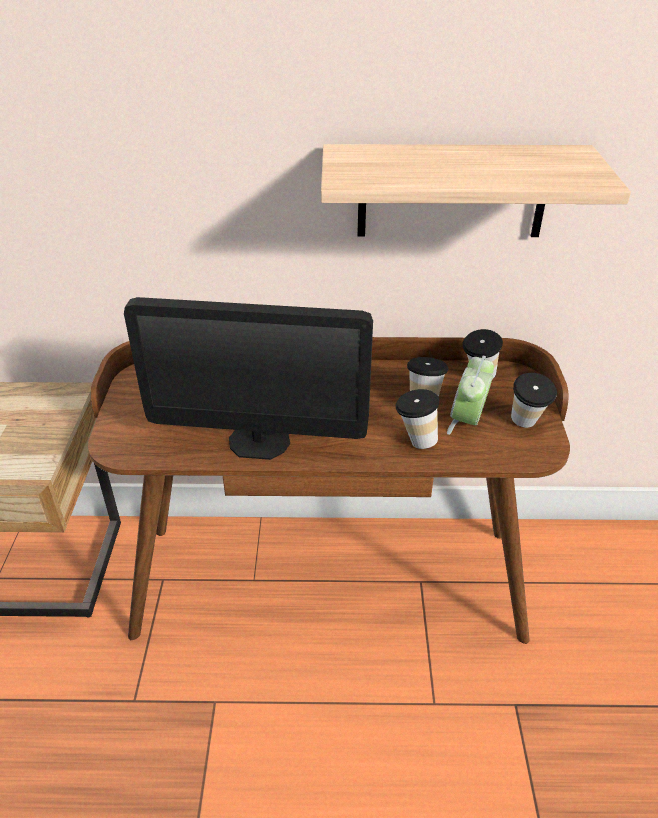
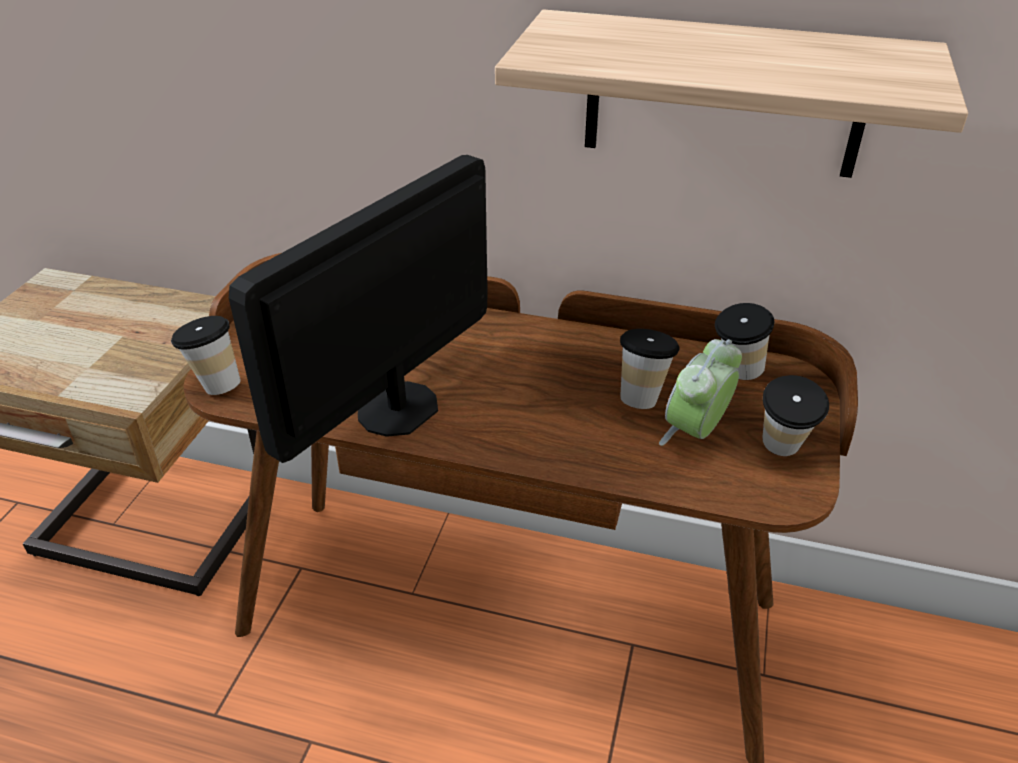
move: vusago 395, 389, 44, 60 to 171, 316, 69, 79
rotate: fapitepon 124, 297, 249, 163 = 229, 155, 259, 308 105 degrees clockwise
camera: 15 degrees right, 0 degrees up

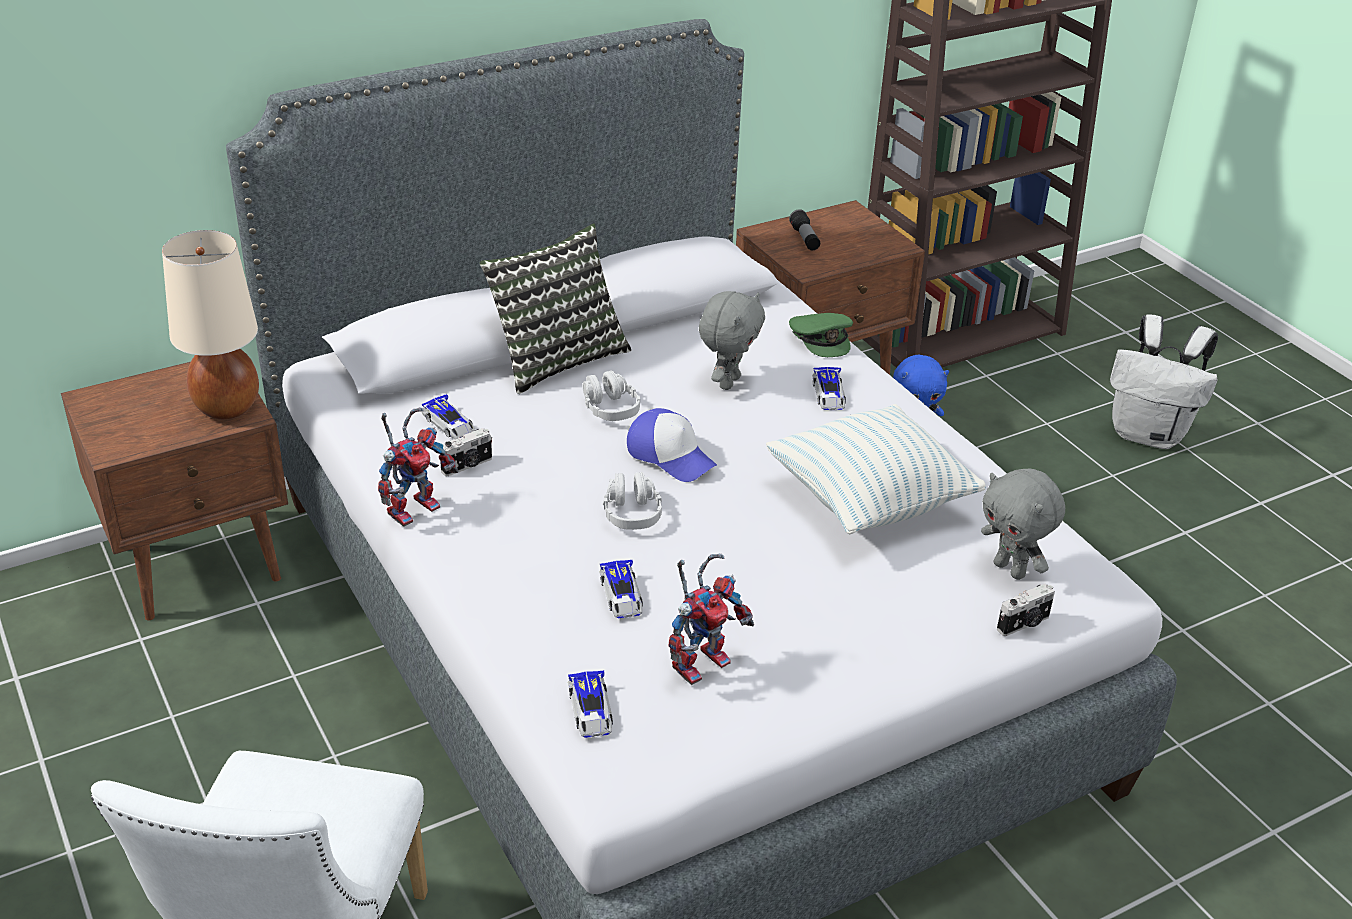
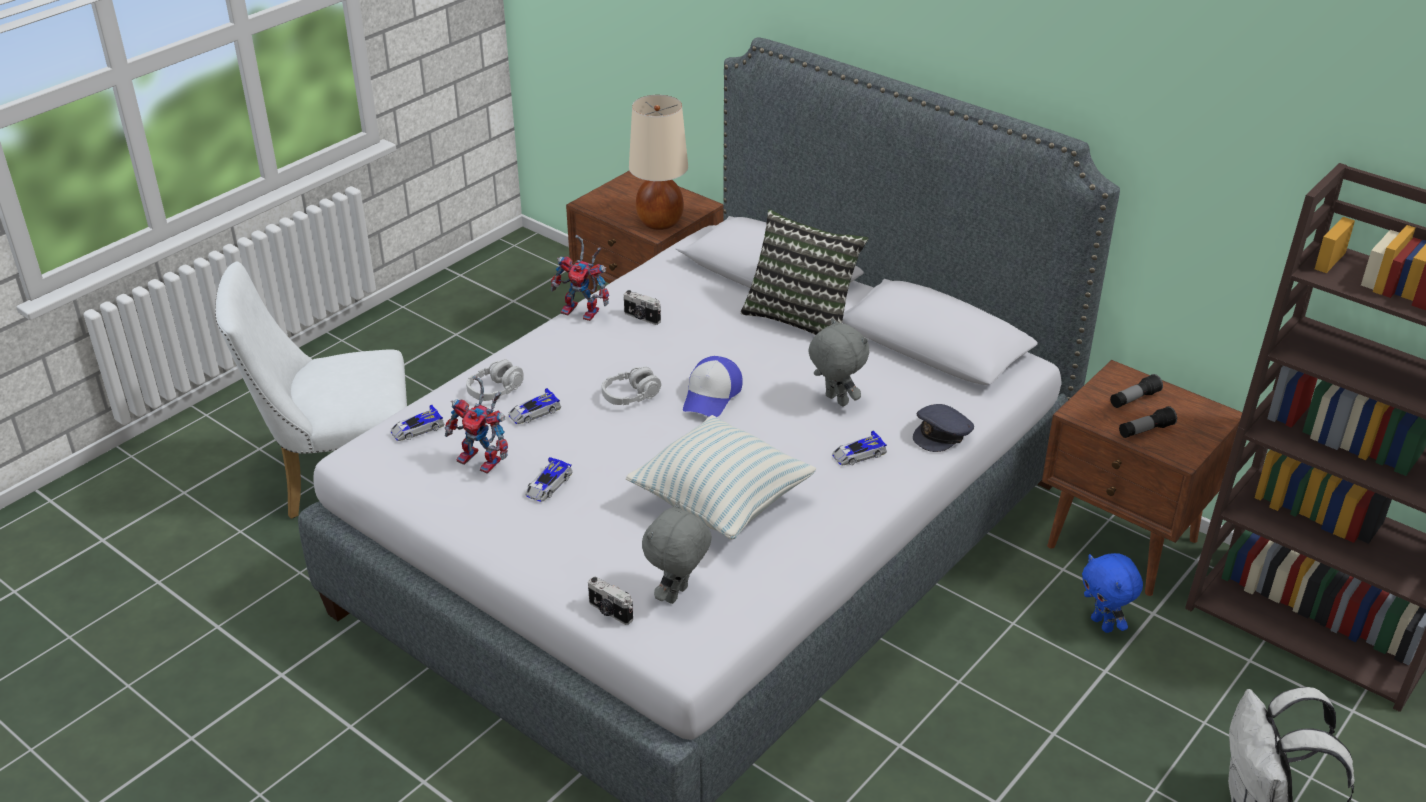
insert: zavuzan 1119, 406, 58, 32
move: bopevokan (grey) 582, 370, 58, 51 to 466, 359, 58, 42; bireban 422, 394, 53, 45 to 525, 457, 48, 45
recolor: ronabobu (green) 789, 313, 64, 44 to ronabobu (grey) 913, 404, 61, 48
rotate: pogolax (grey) 699, 291, 66, 99 = 809, 318, 60, 88 135 degrees counterclockwise
camera: 70 degrees right, 0 degrees up

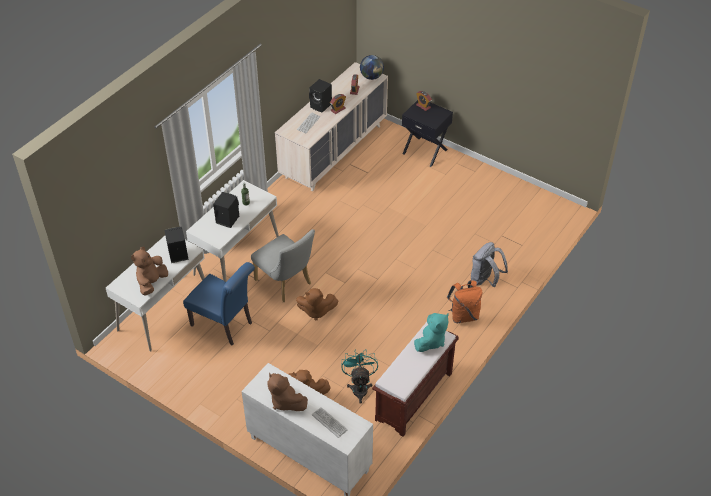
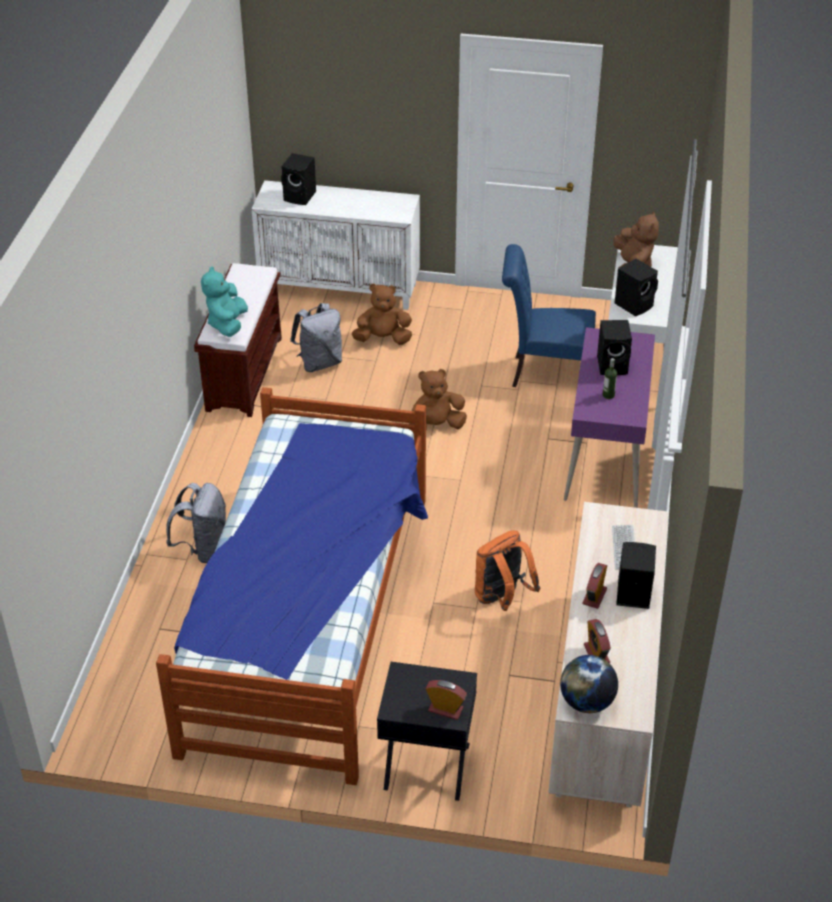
delete: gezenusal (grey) 251, 229, 64, 73; pogolax (brown) 267, 373, 41, 38
insert: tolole 156, 387, 272, 398
move: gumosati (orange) 447, 280, 35, 43 to 475, 530, 65, 81
replace: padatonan 312, 407, 36, 31 to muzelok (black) 281, 153, 35, 52; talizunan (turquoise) 341, 349, 37, 55 to gumosati (grey) 290, 303, 52, 69
recolor: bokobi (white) 186, 180, 93, 102 to bokobi (purple) 564, 327, 91, 181
camera: 155 degrees right, 5 degrees down

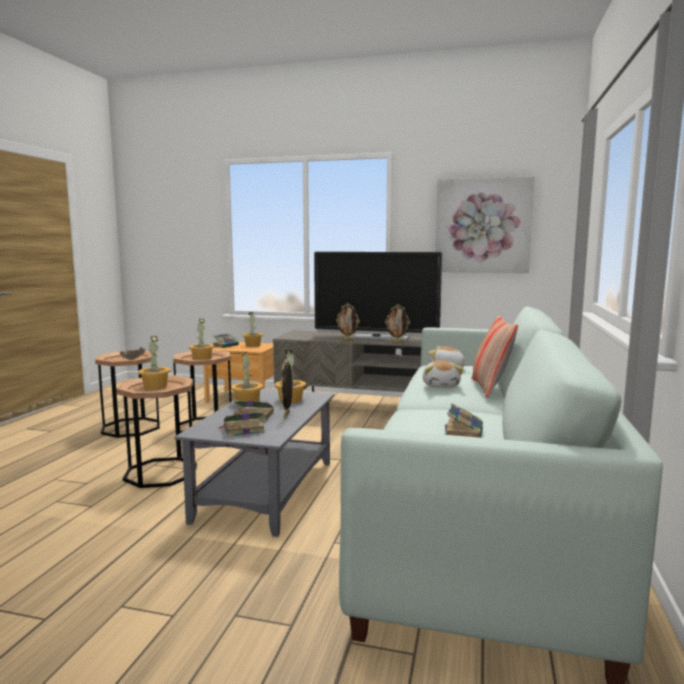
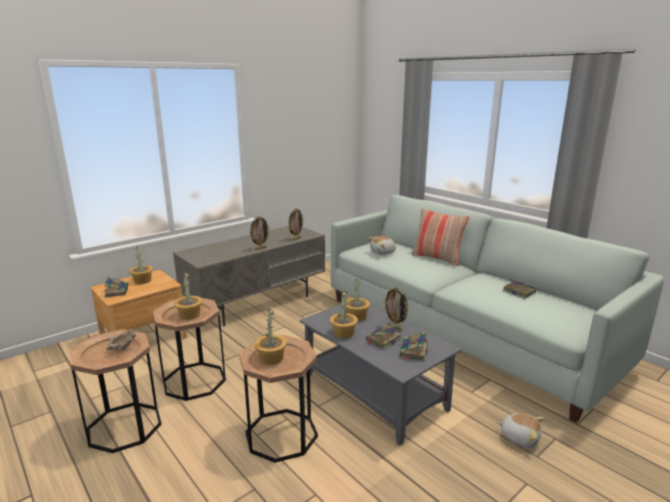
delete: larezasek 314, 252, 128, 89; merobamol 435, 176, 100, 97
move: pogolax 422, 361, 41, 27 to 497, 413, 48, 35
camera: 55 degrees left, 10 degrees up

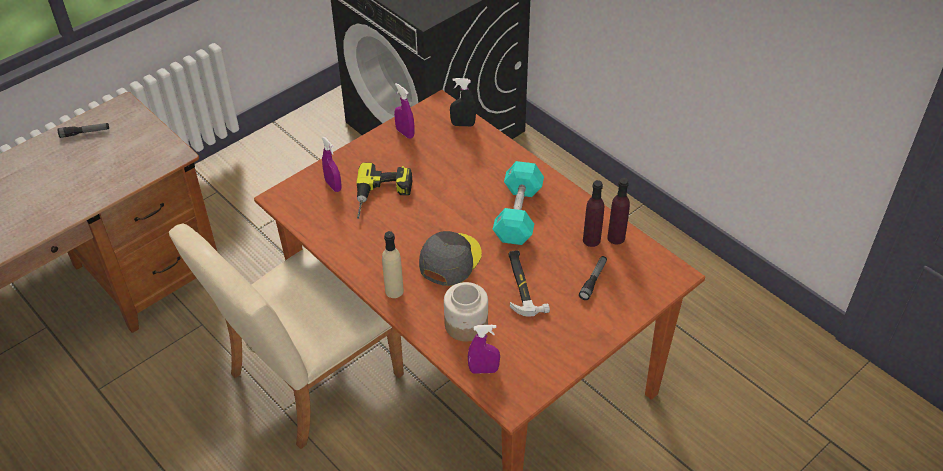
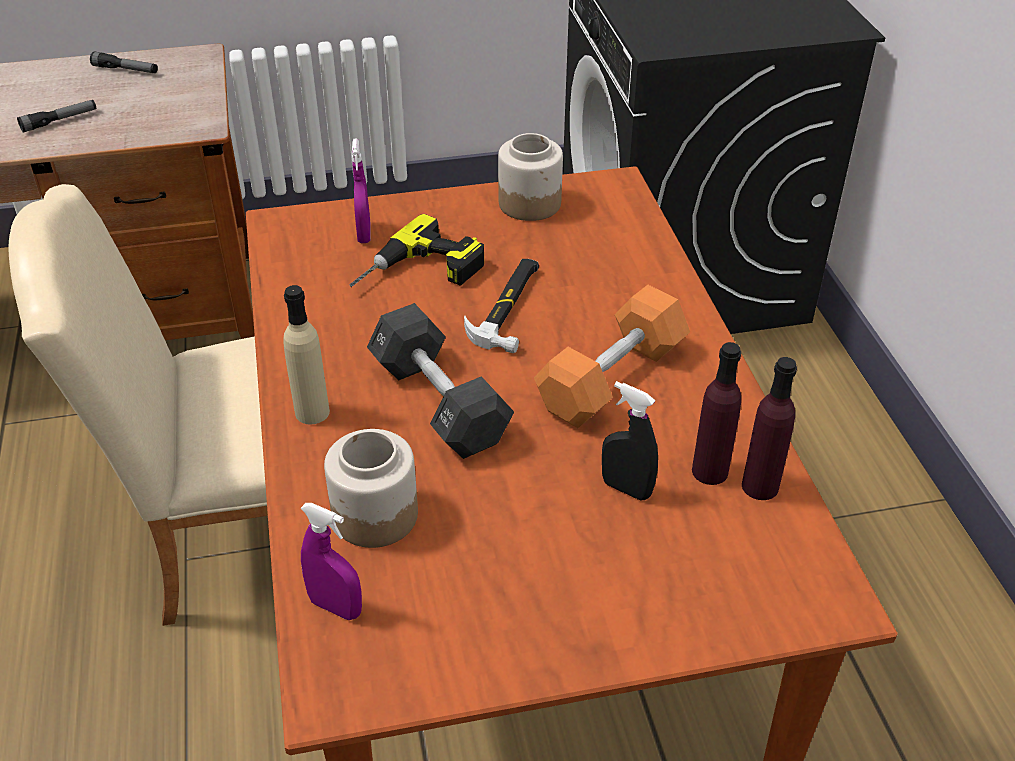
move: zavuzan 579, 256, 28, 44 to 17, 100, 79, 32; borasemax 509, 250, 41, 67 to 464, 259, 75, 94; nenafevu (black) 450, 78, 26, 48 to 602, 381, 56, 120
replace: ronabobu (grey) 419, 231, 63, 55 to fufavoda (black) 367, 303, 147, 156; nenafevu (purple) 394, 83, 21, 56 to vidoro 498, 133, 65, 88
recolor: fufavoda (turquoise) 493, 161, 51, 84 to fufavoda (orange) 534, 285, 156, 143
camera: 30 degrees right, 5 degrees down

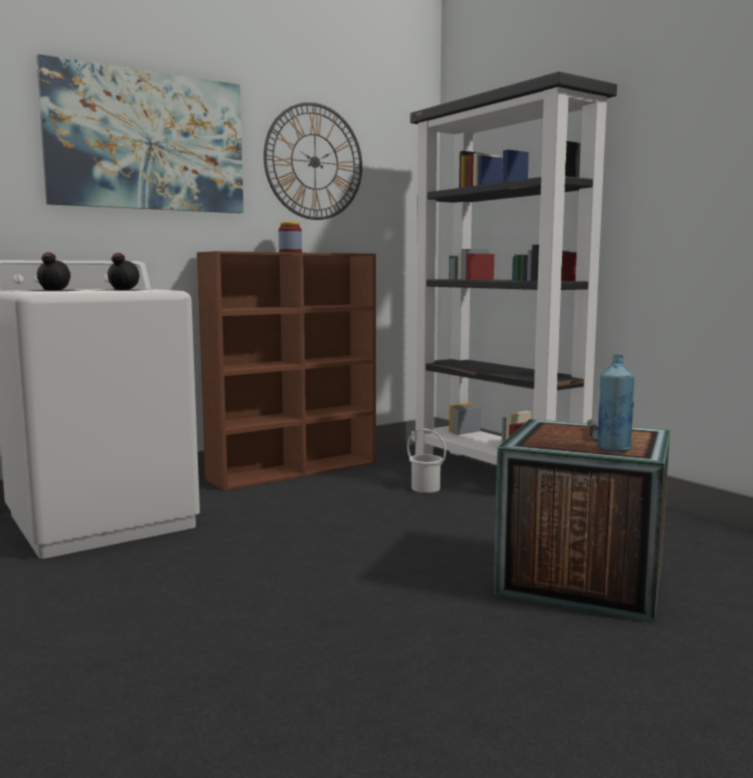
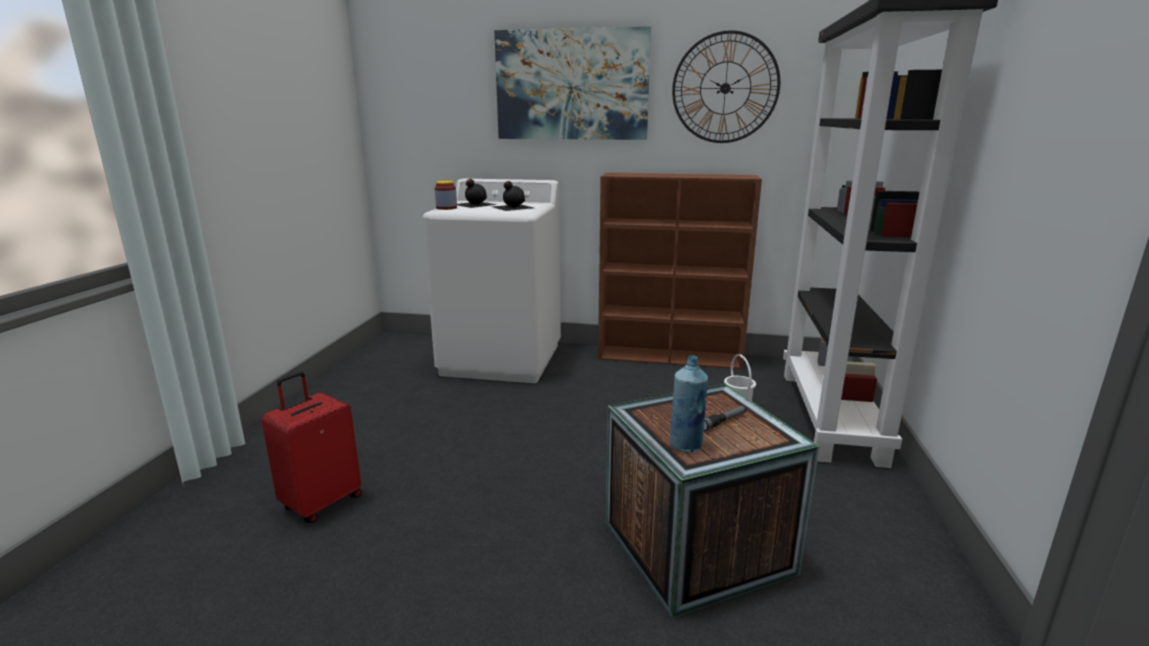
insert: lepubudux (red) 261, 371, 101, 152
move: vidoro 279, 222, 23, 31 to 435, 180, 22, 30
camera: 45 degrees right, 10 degrees up

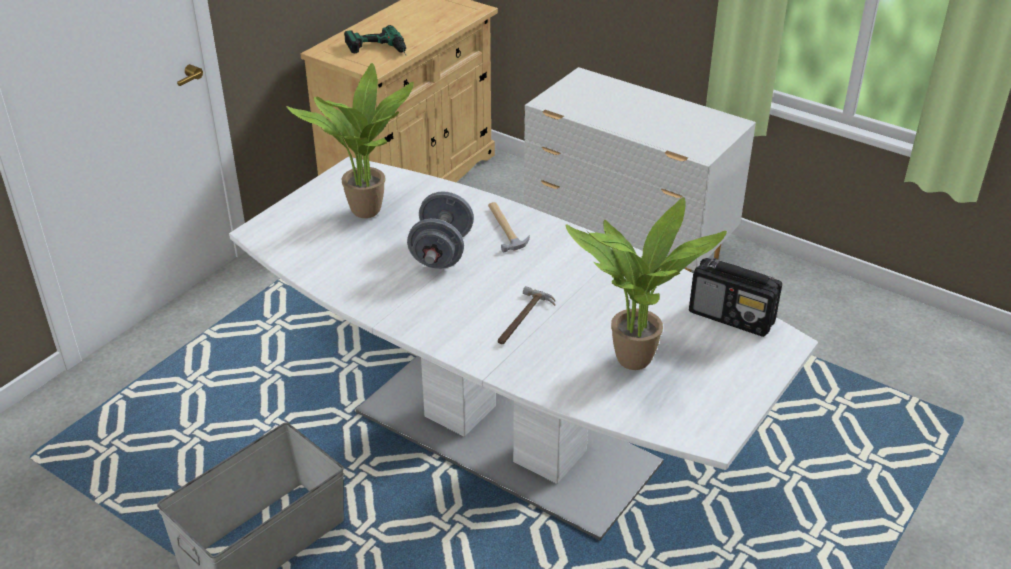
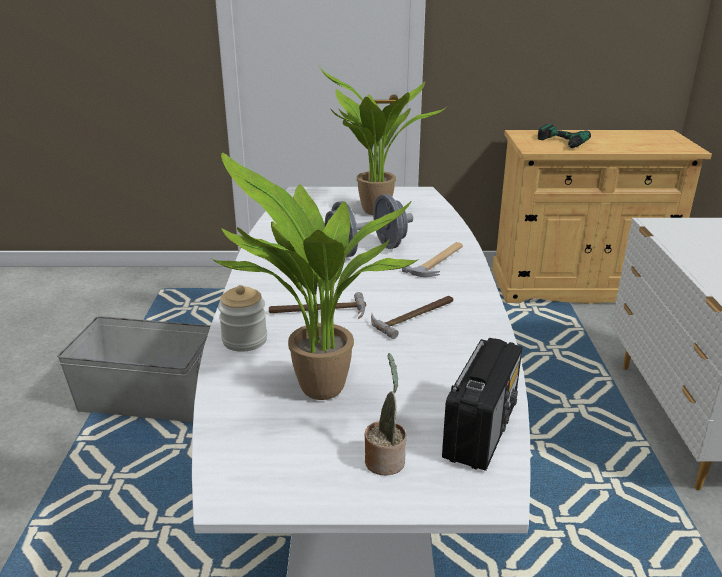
insert: vidoro 218, 285, 49, 67; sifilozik 365, 353, 41, 122; borasemax 371, 296, 82, 43
rotate: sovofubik 689, 258, 93, 79 = 442, 338, 80, 133 150 degrees counterclockwise
camera: 55 degrees right, 10 degrees down

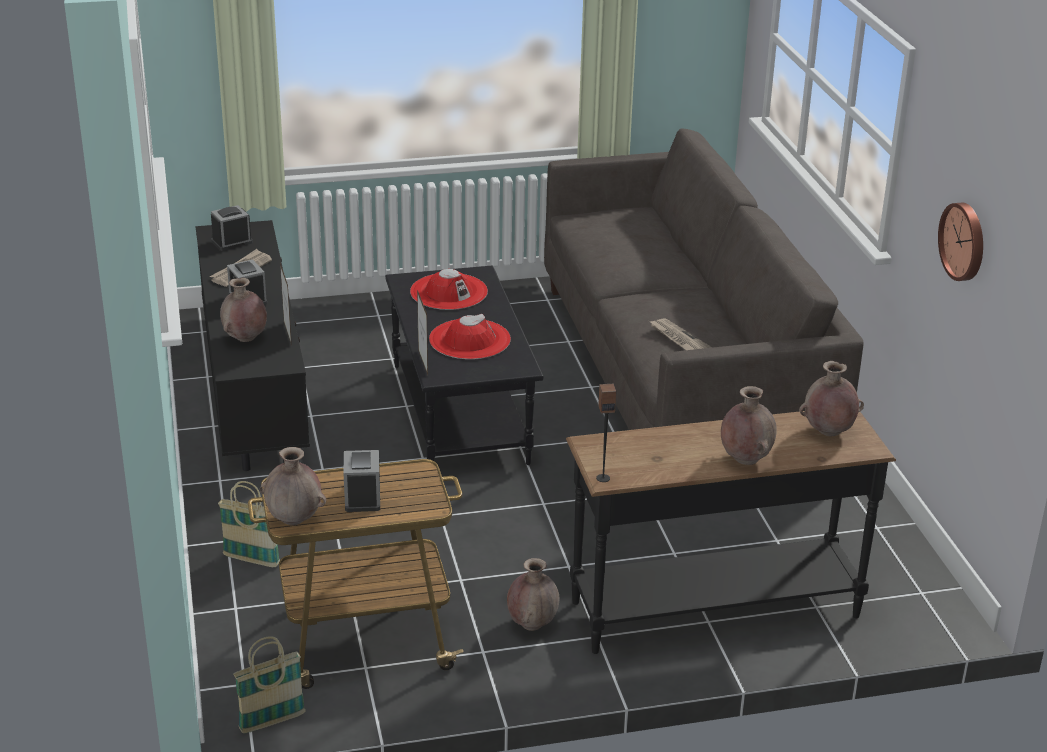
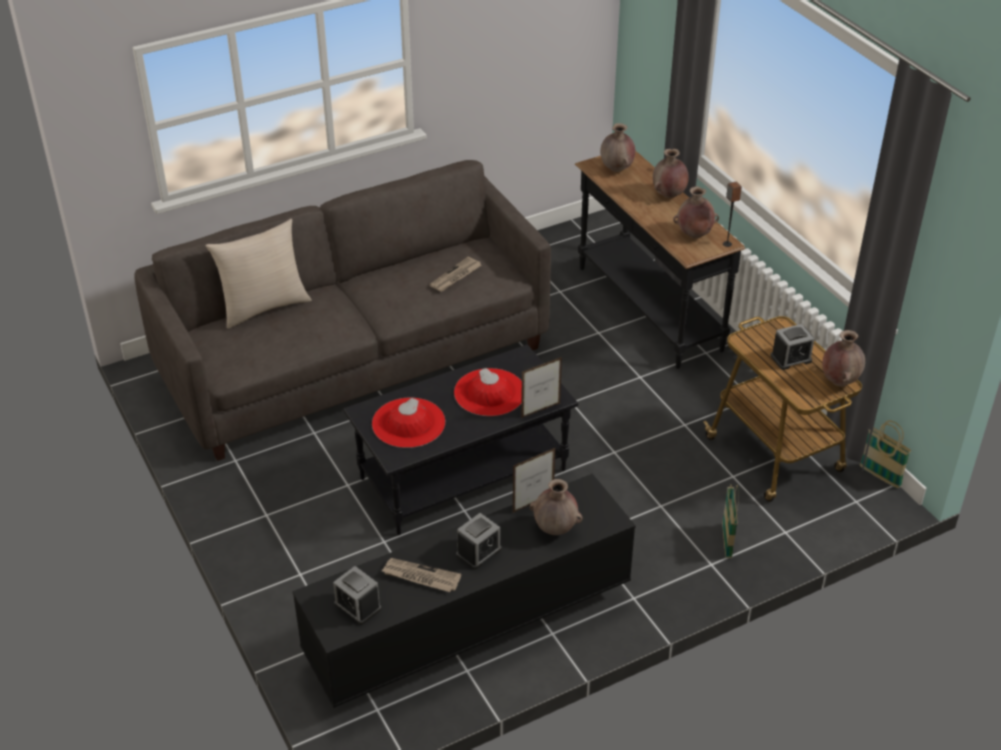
delete: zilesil 938, 203, 45, 78
insert: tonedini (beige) 205, 219, 107, 110
move: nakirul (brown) 507, 558, 52, 73 to 673, 186, 46, 53
camera: 105 degrees left, 10 degrees up

